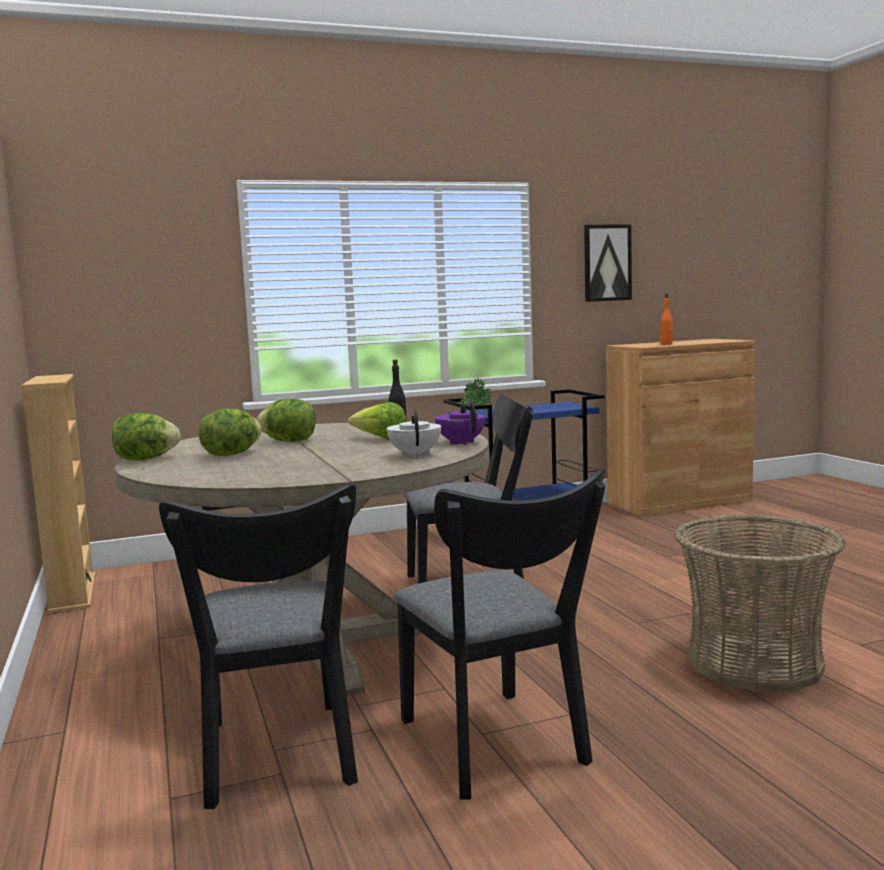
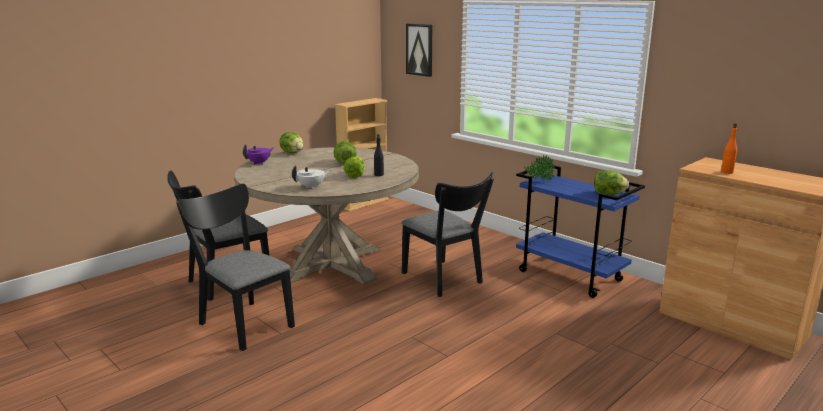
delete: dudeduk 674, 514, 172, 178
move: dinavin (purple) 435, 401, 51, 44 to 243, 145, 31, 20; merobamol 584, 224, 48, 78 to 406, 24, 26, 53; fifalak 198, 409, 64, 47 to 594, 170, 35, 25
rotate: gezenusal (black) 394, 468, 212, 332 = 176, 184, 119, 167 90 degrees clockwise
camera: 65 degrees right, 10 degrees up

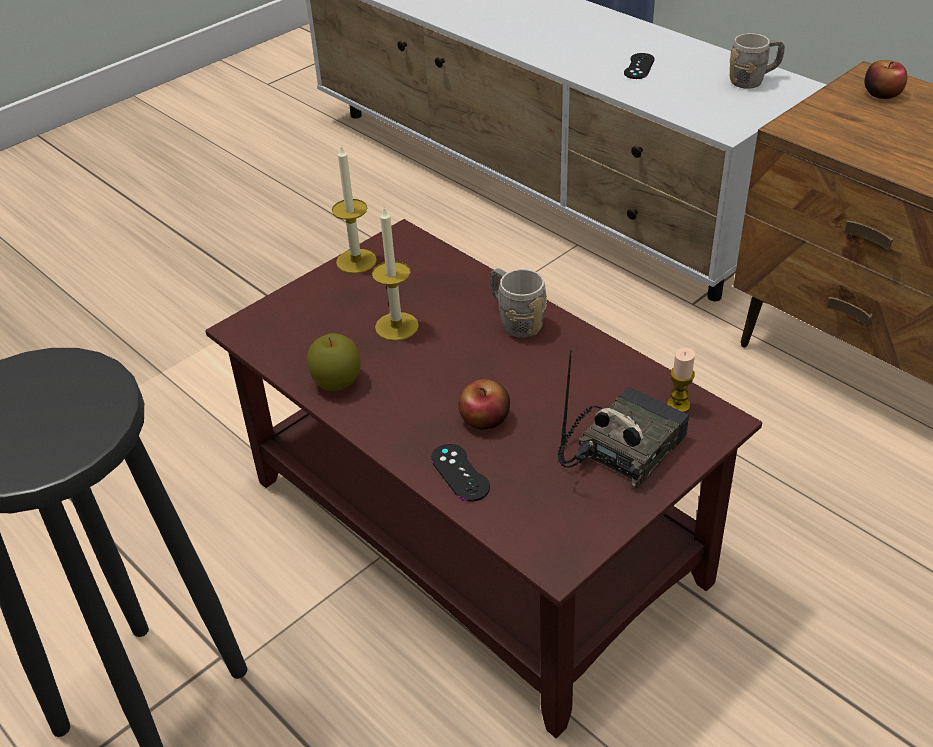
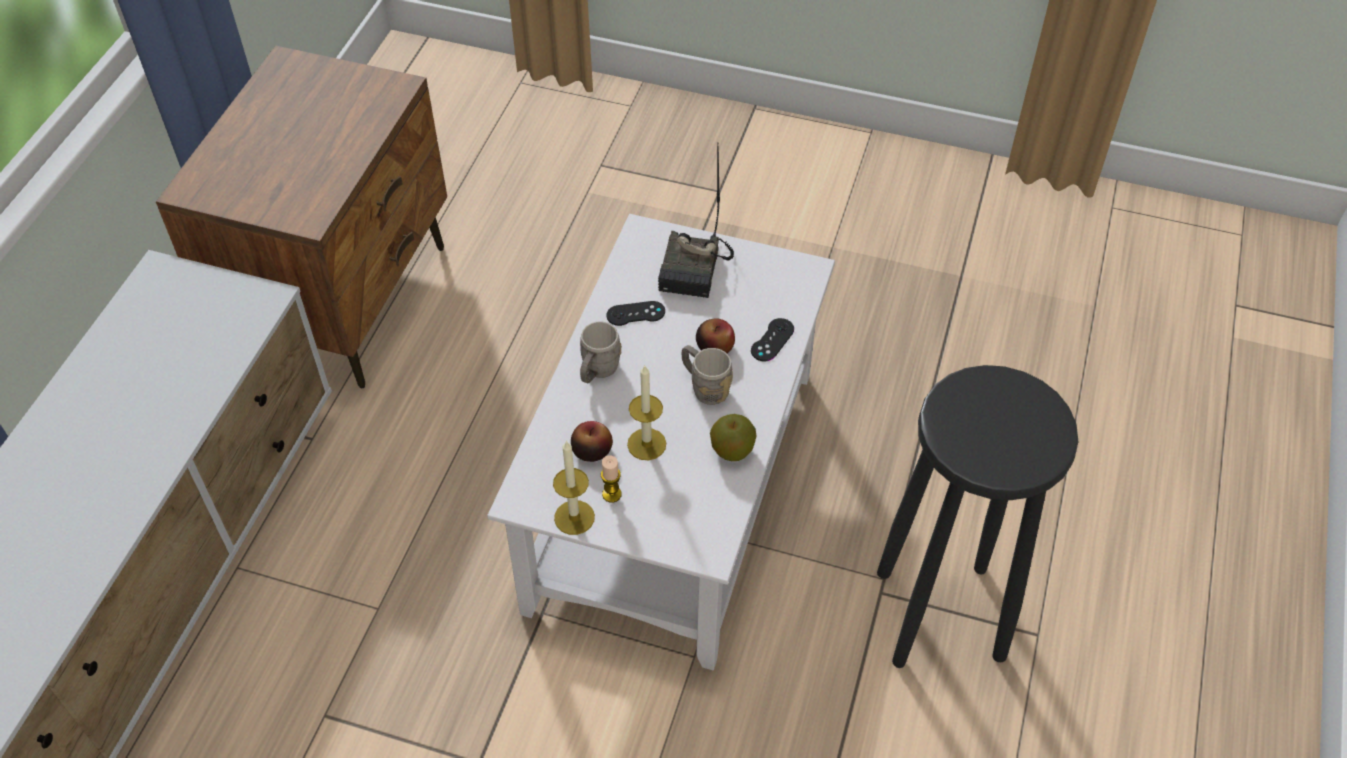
move: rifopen 864, 60, 43, 39 to 571, 421, 42, 41; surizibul 667, 347, 28, 66 to 601, 455, 20, 48; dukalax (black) 624, 53, 31, 26 to 607, 301, 58, 25; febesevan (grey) 729, 33, 56, 56 to 682, 345, 51, 60
recolor: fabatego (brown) 205, 219, 557, 519 to fabatego (white) 487, 214, 348, 456
rotate: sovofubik 558, 350, 132, 139 = 658, 142, 76, 156 90 degrees counterclockwise
camera: 120 degrees left, 10 degrees up

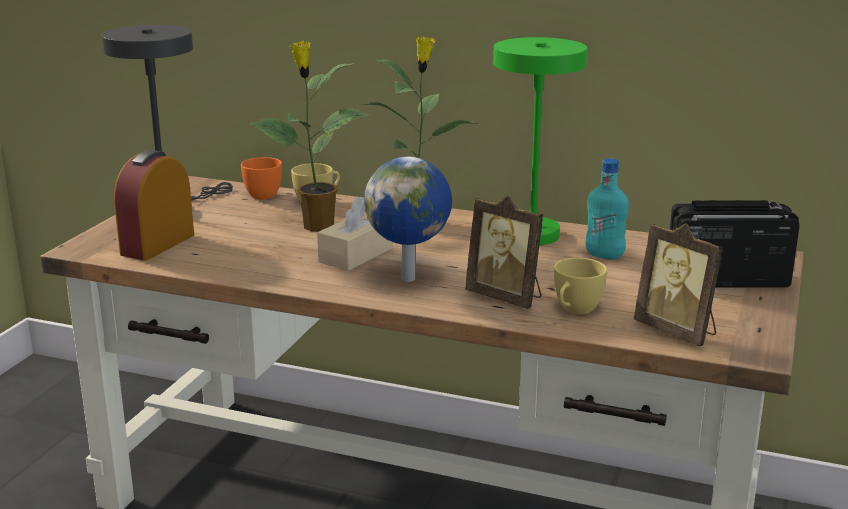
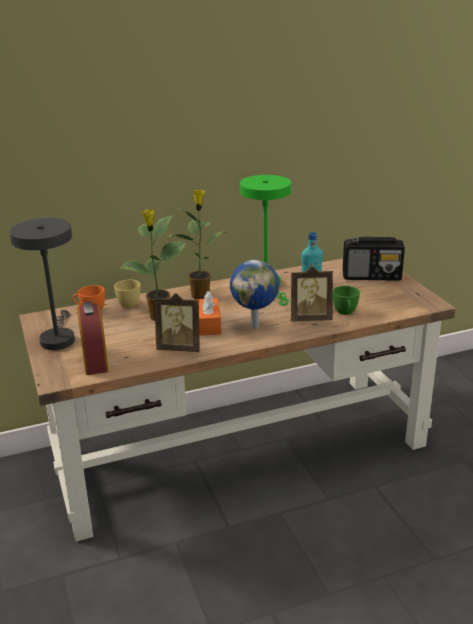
move: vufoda 633, 223, 91, 124 to 155, 293, 45, 59
recolor: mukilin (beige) 317, 196, 76, 75 to mukilin (orange) 196, 291, 26, 45; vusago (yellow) 554, 258, 53, 56 to vusago (green) 333, 286, 27, 29
rotate: sovofubik 670, 200, 130, 87 = 343, 237, 62, 44 135 degrees counterclockwise
camera: 40 degrees left, 5 degrees up

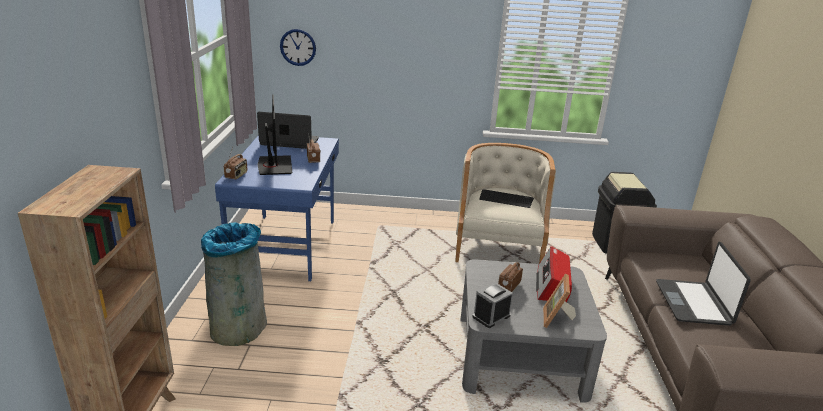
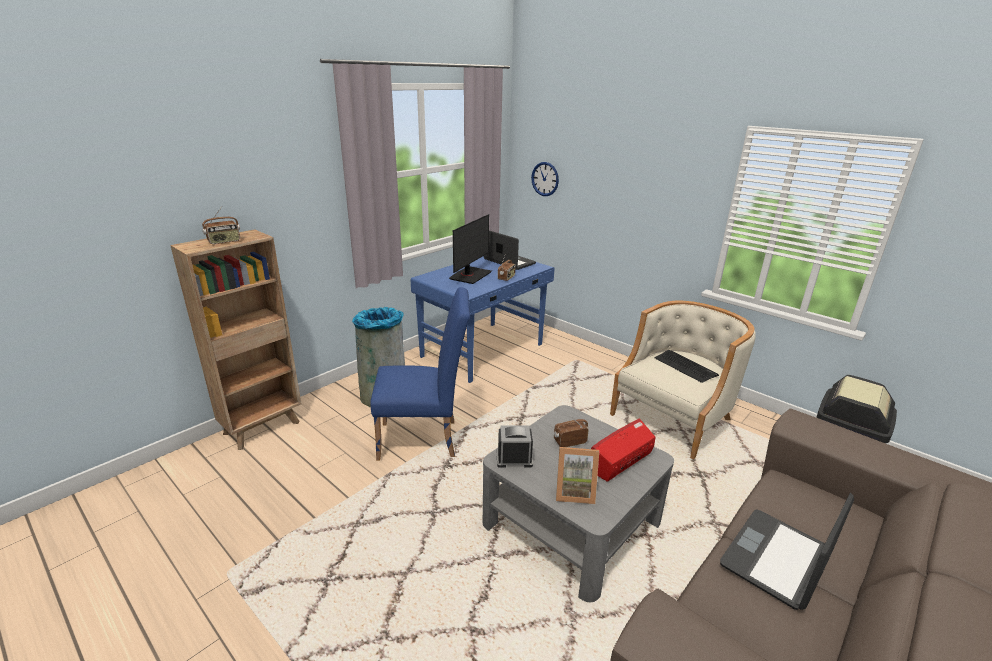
insert: gezenusal (blue) 370, 287, 100, 174
move: sovofubik 224, 147, 23, 33 to 202, 206, 38, 38
rotate: vufoda 543, 274, 33, 54 = 556, 447, 43, 57 135 degrees counterclockwise
camera: 40 degrees right, 0 degrees up

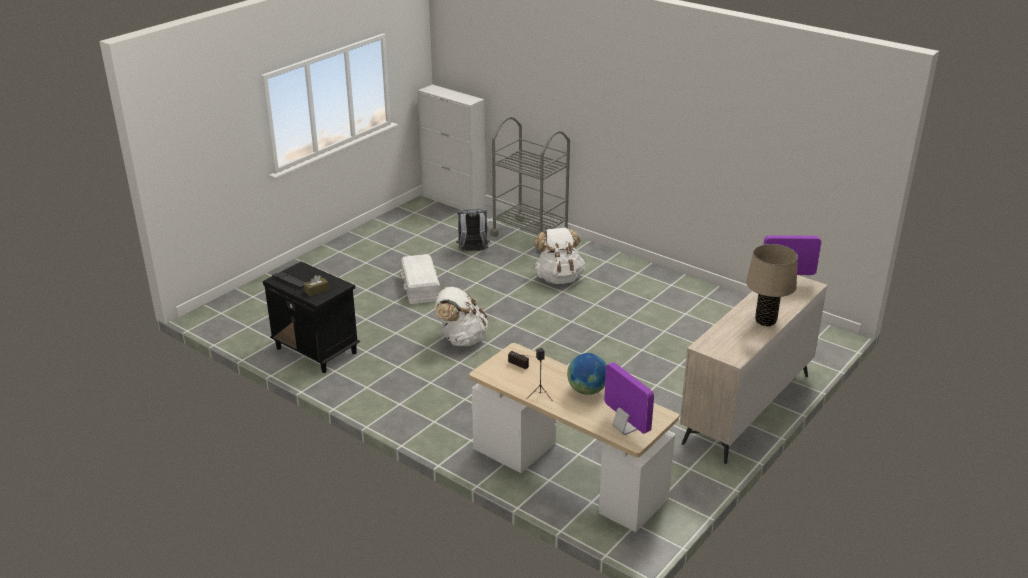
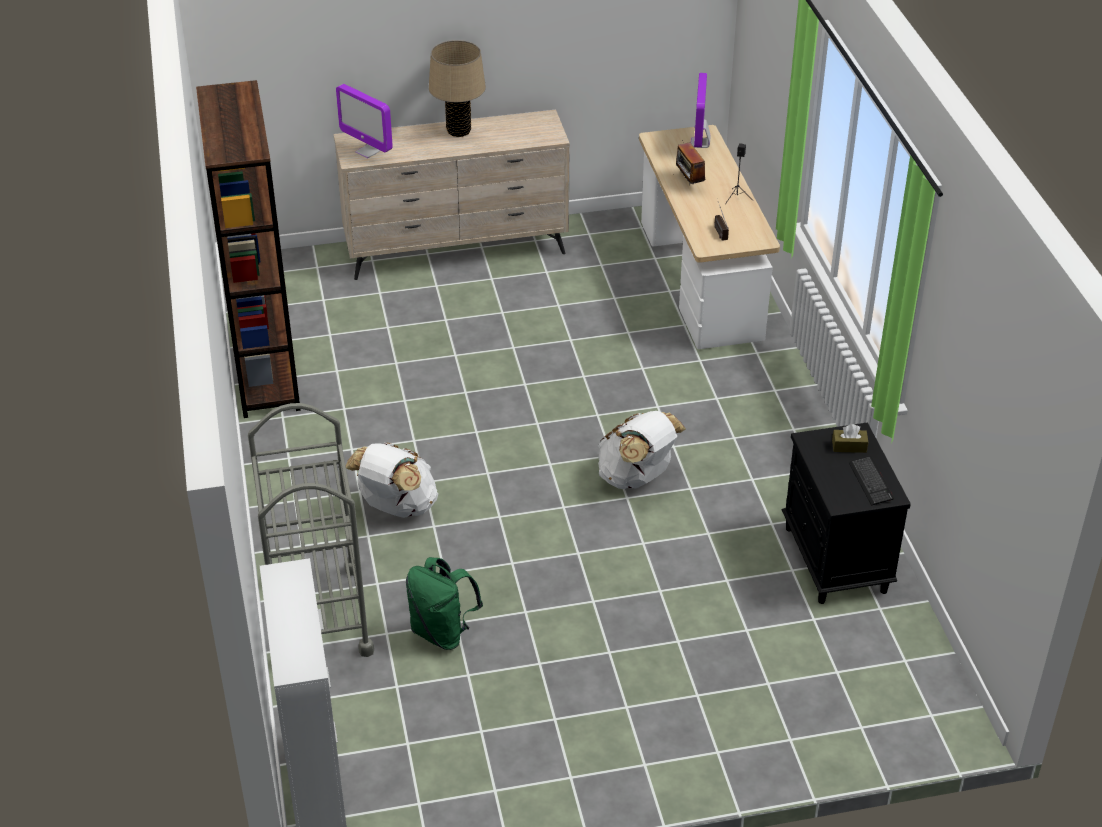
delete: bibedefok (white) 401, 254, 39, 50
insert: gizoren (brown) 196, 80, 105, 338
replace: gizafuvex 567, 353, 40, 42 to sovofubik 676, 142, 30, 43
recolor: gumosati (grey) 456, 209, 34, 42 to gumosati (green) 406, 557, 77, 93
camera: 140 degrees left, 10 degrees up

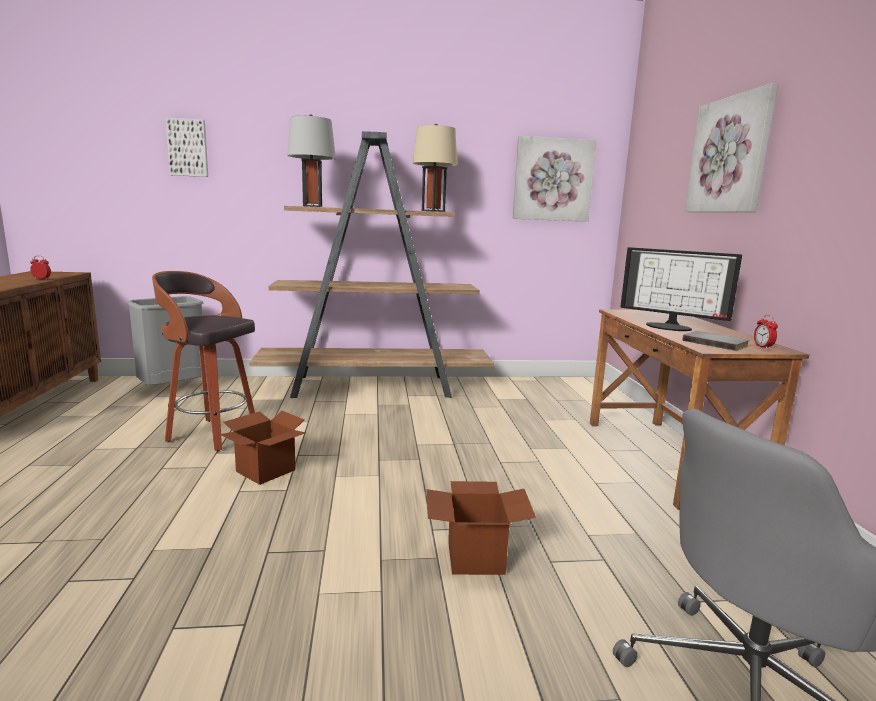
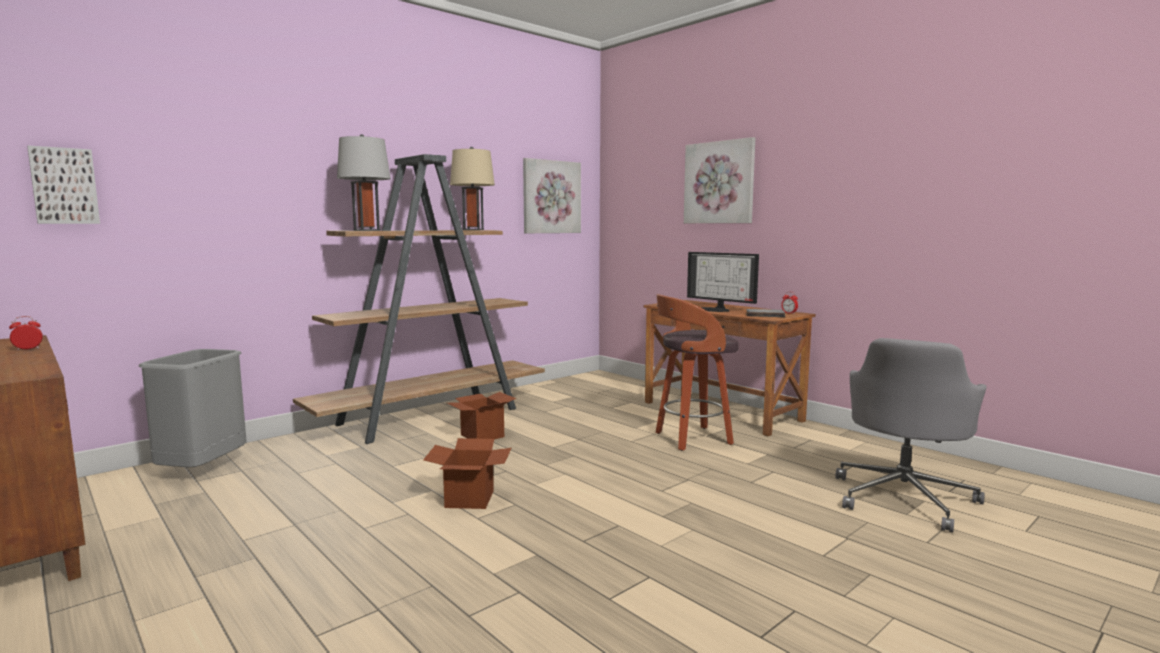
move: merobamol 165, 118, 43, 59 to 27, 145, 73, 79; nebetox 426, 481, 110, 94 to 447, 392, 69, 47; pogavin 152, 271, 103, 180 to 655, 294, 83, 157
rotate: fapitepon 620, 247, 122, 84 = 687, 252, 72, 60 45 degrees clockwise
camera: 35 degrees left, 5 degrees down

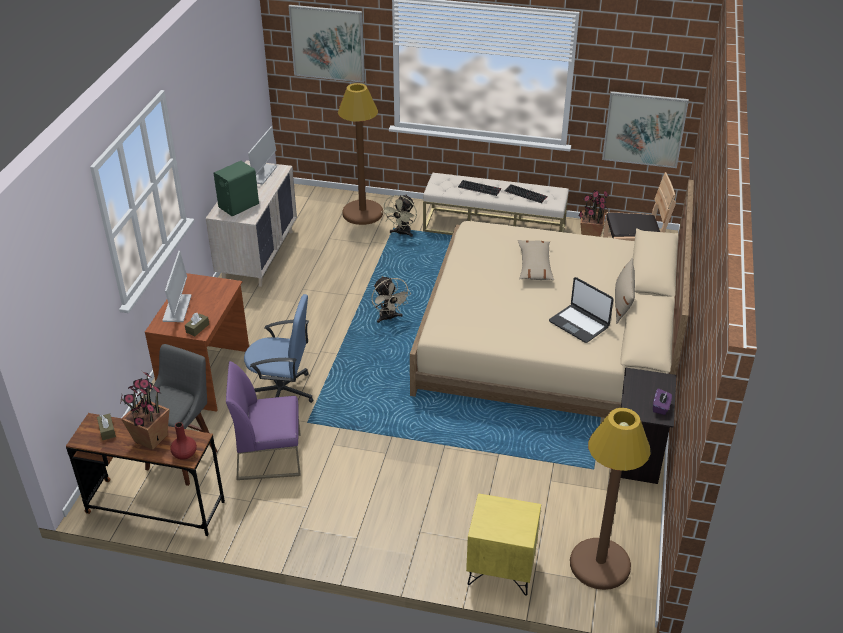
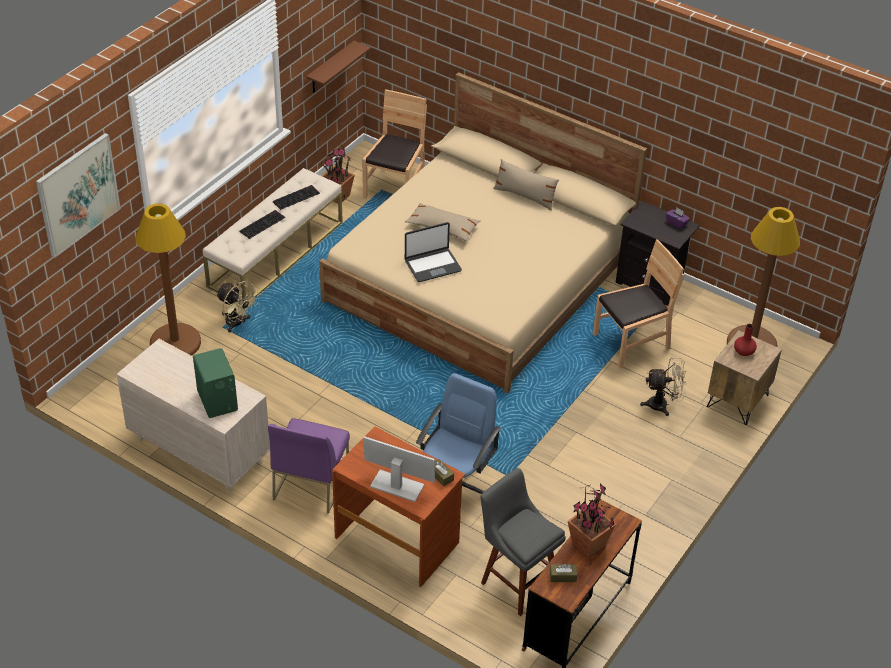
delete: fapitepon 248, 127, 29, 58
insert: gezenusal (brown) 593, 239, 91, 129
move: gezenusal (purple) 226, 361, 75, 119 to 268, 418, 82, 96; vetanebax 549, 277, 65, 66 to 405, 222, 57, 60; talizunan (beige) 371, 276, 40, 47 to 640, 358, 47, 58; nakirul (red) 170, 422, 27, 38 to 734, 324, 23, 32
replace: merobamol 602, 91, 87, 77 to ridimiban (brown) 306, 41, 65, 52
recolor: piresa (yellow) 466, 493, 75, 103 to piresa (brown) 707, 330, 75, 95
camera: 70 degrees left, 5 degrees up

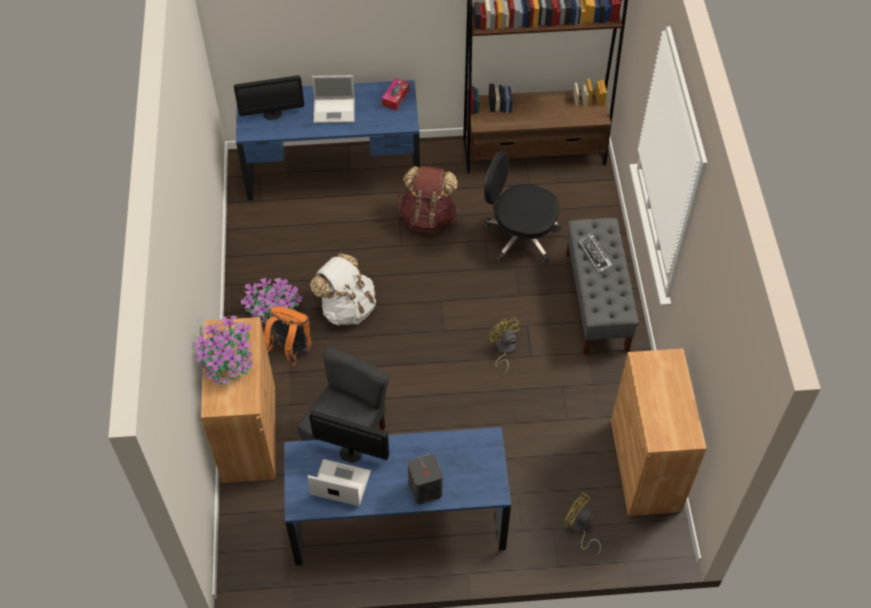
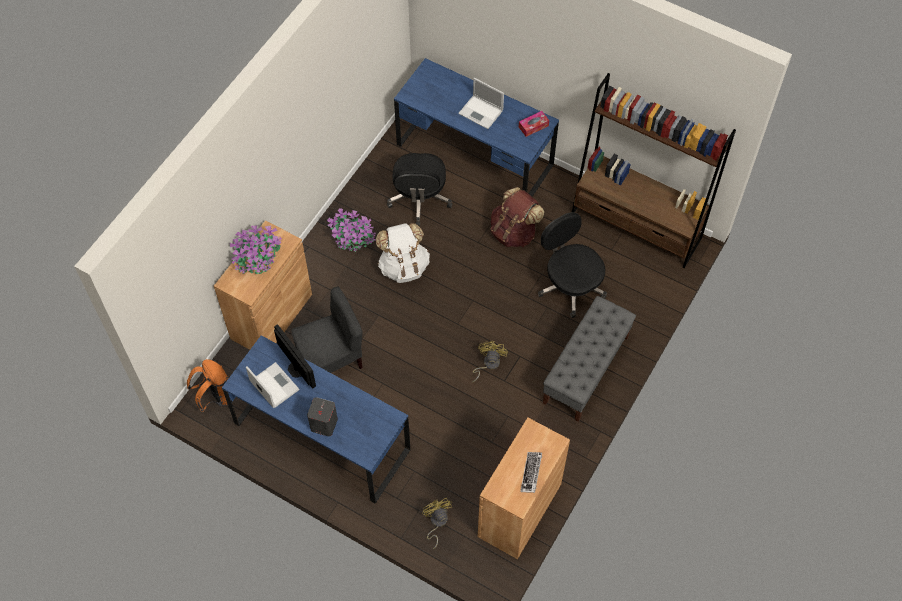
delete: fapitepon 234, 75, 70, 45
insert: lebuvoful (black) 387, 153, 65, 74
move: gumosati (orange) 264, 307, 48, 59 to 187, 359, 41, 53; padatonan 579, 233, 33, 40 to 520, 452, 22, 41
camera: 35 degrees right, 5 degrees up

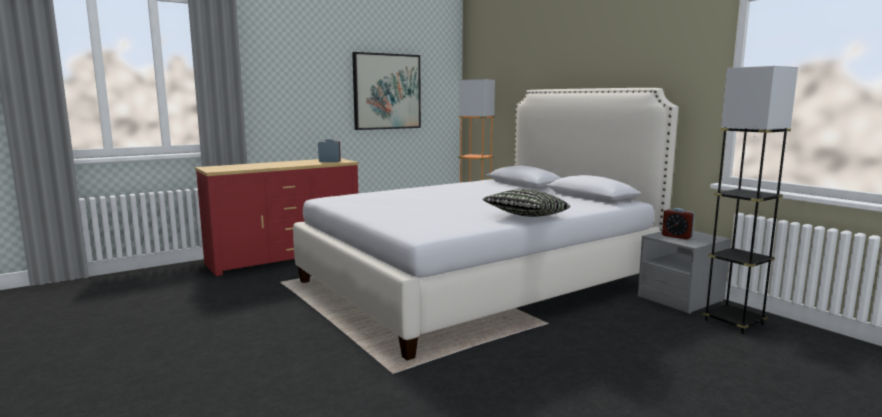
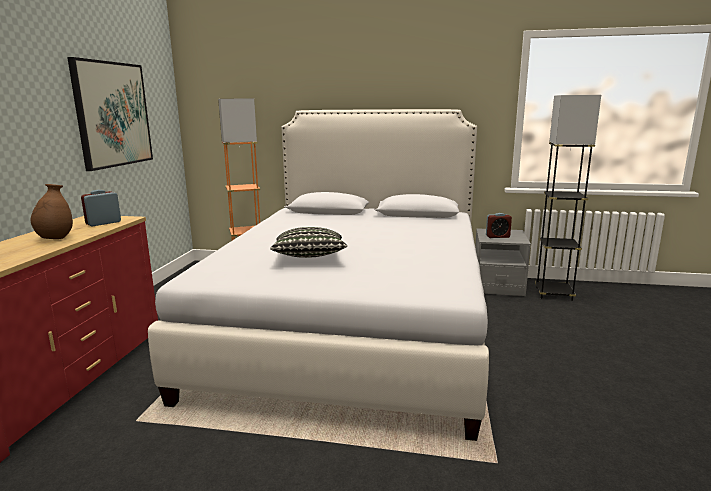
insert: nakirul (brown) 31, 184, 42, 55
move: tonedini 482, 189, 88, 28 to 270, 227, 77, 31
camera: 45 degrees left, 5 degrees up

